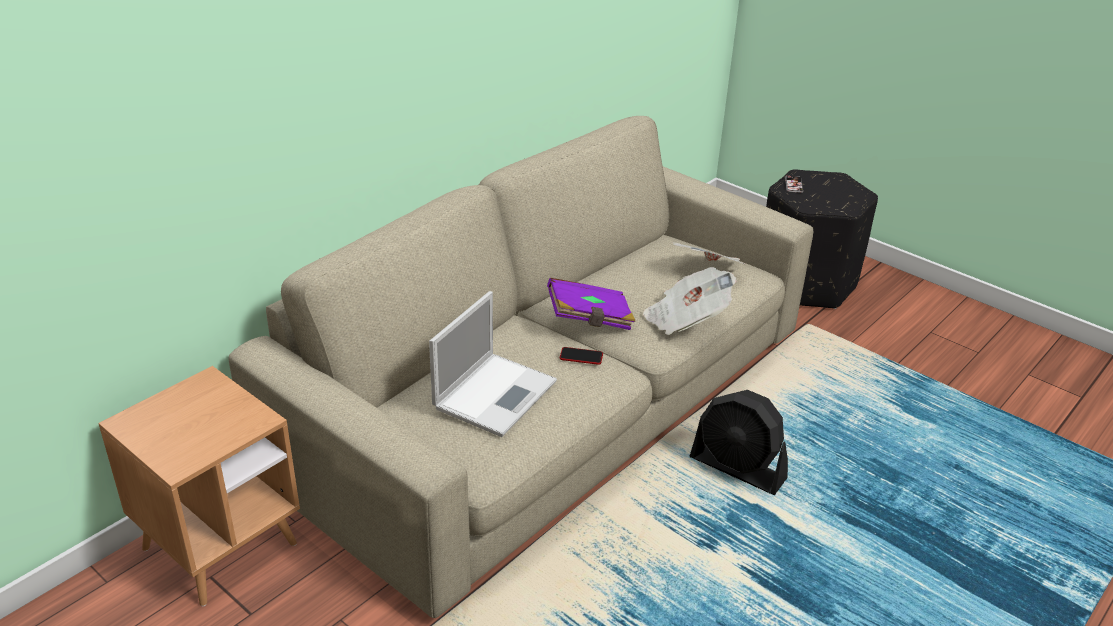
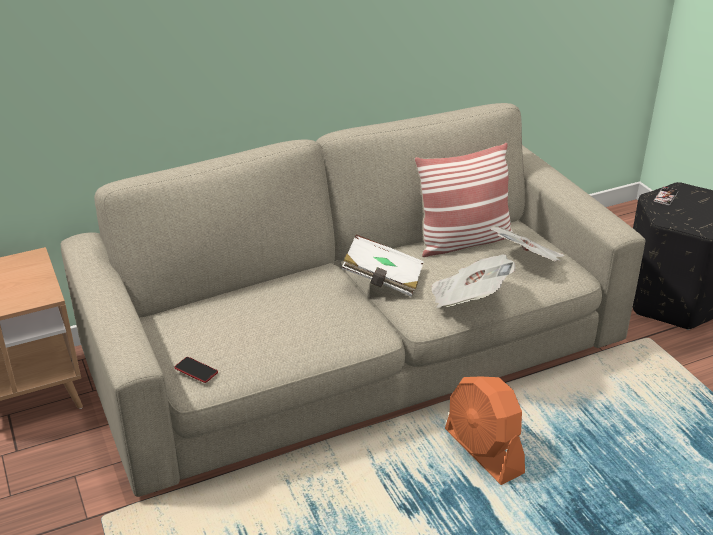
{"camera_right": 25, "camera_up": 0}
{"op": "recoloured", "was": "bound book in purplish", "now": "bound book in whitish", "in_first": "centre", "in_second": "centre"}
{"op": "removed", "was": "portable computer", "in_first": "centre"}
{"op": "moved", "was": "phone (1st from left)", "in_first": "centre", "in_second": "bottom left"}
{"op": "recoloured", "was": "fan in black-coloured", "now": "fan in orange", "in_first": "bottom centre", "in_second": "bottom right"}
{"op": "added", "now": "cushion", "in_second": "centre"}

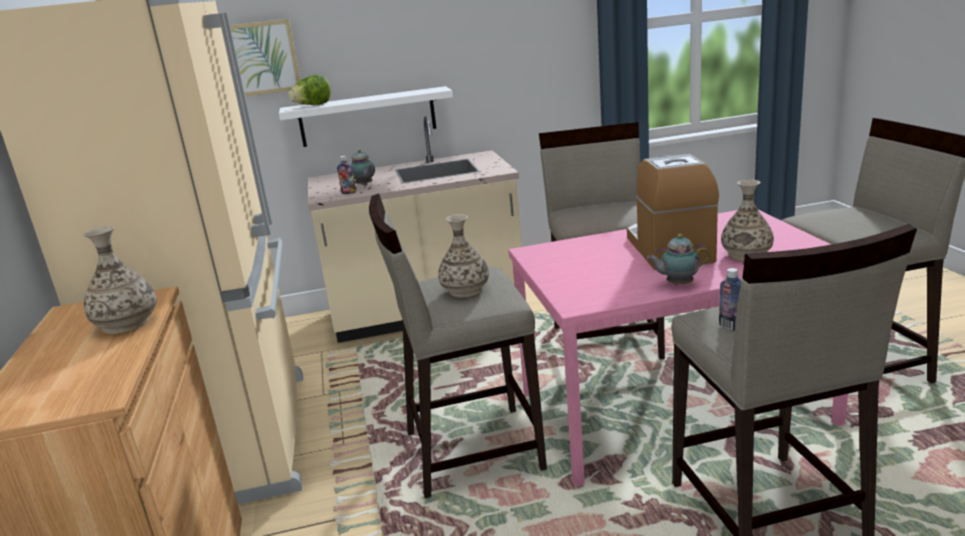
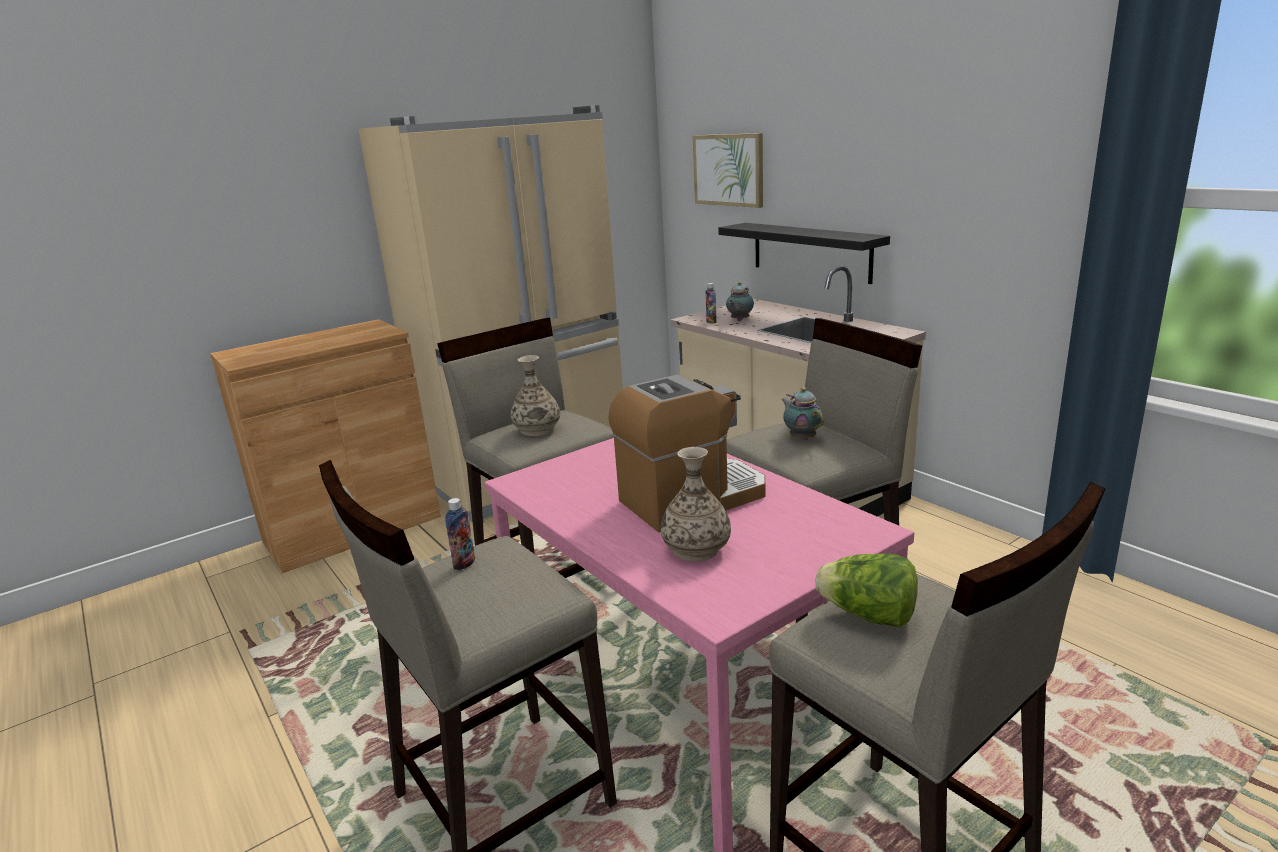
{"camera_right": 65, "camera_up": 0}
{"op": "moved", "was": "lettuce", "in_first": "top left", "in_second": "bottom right"}
{"op": "recoloured", "was": "bracket shelf in whitish", "now": "bracket shelf in black-coloured", "in_first": "top centre", "in_second": "top centre"}
{"op": "removed", "was": "flower vase (1st from left)", "in_first": "middle left"}
{"op": "moved", "was": "tea pot (2nd from left)", "in_first": "middle right", "in_second": "centre"}

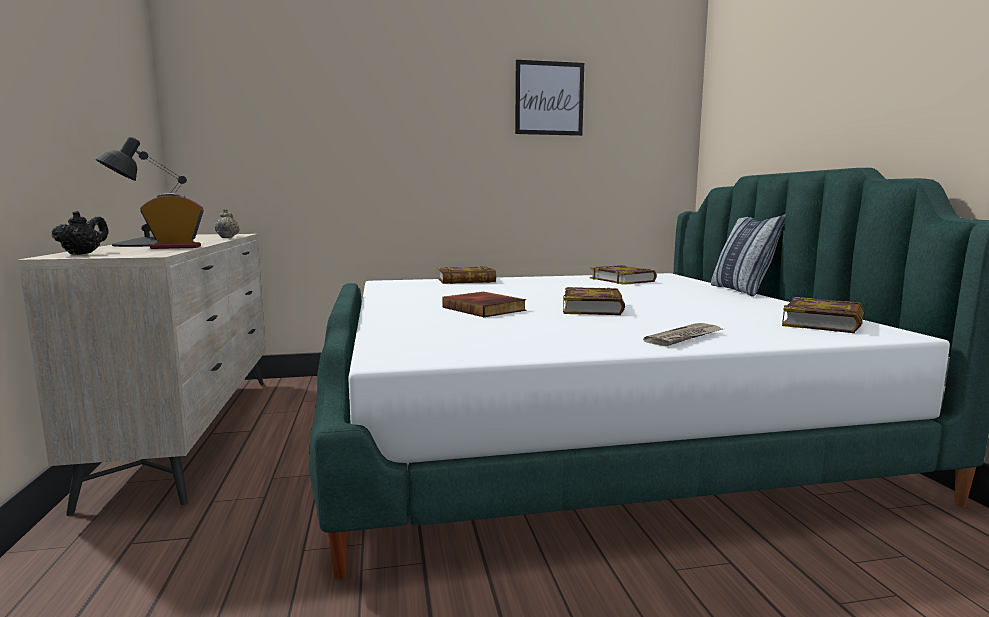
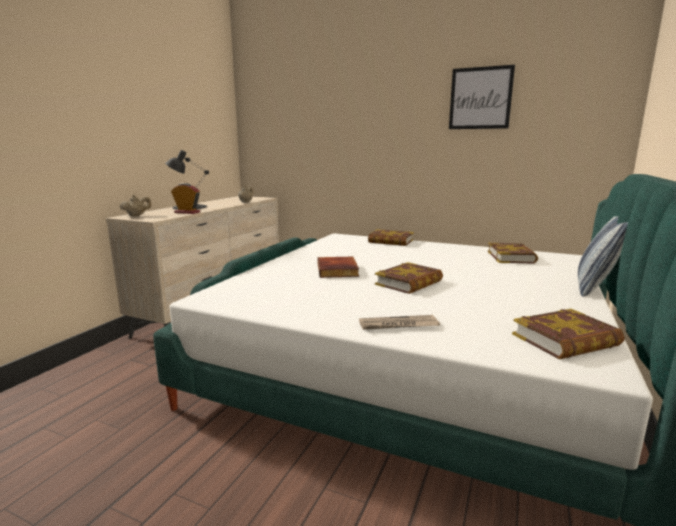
{"camera_right": 35, "camera_up": 5}
{"op": "recoloured", "was": "tea pot in black-coloured", "now": "tea pot in beige-coloured (1st from left)", "in_first": "middle left", "in_second": "middle left"}

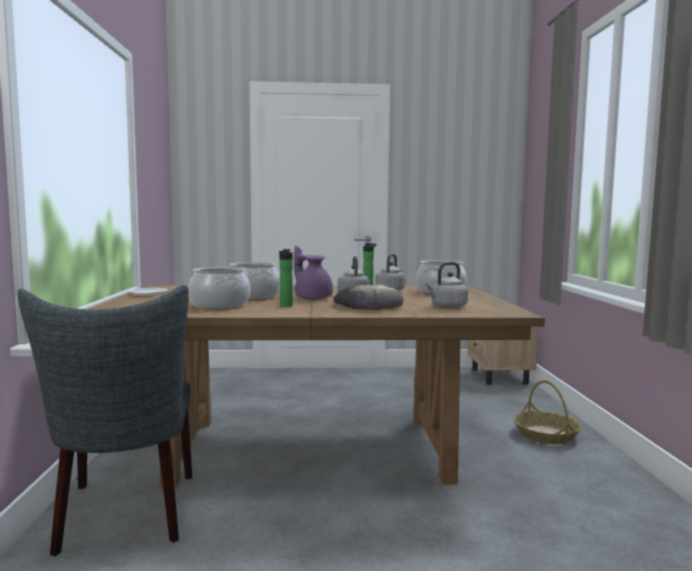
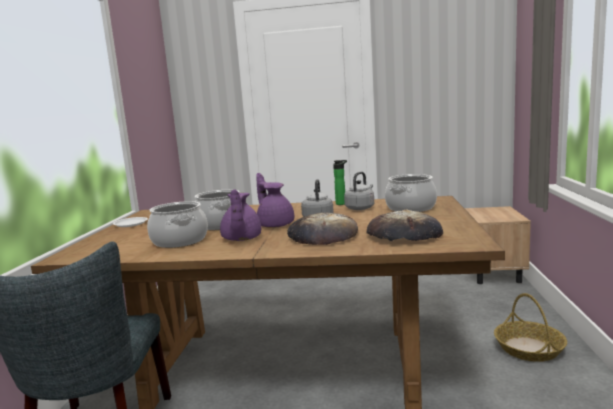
{"camera_right": 10, "camera_up": 5}
{"op": "replaced", "was": "drink bottle (1st from left)", "now": "tea pot in purplish (1st from left)", "in_first": "centre", "in_second": "centre"}
{"op": "replaced", "was": "tea kettle in gray (3rd from left)", "now": "bread (2nd from left)", "in_first": "centre", "in_second": "centre"}

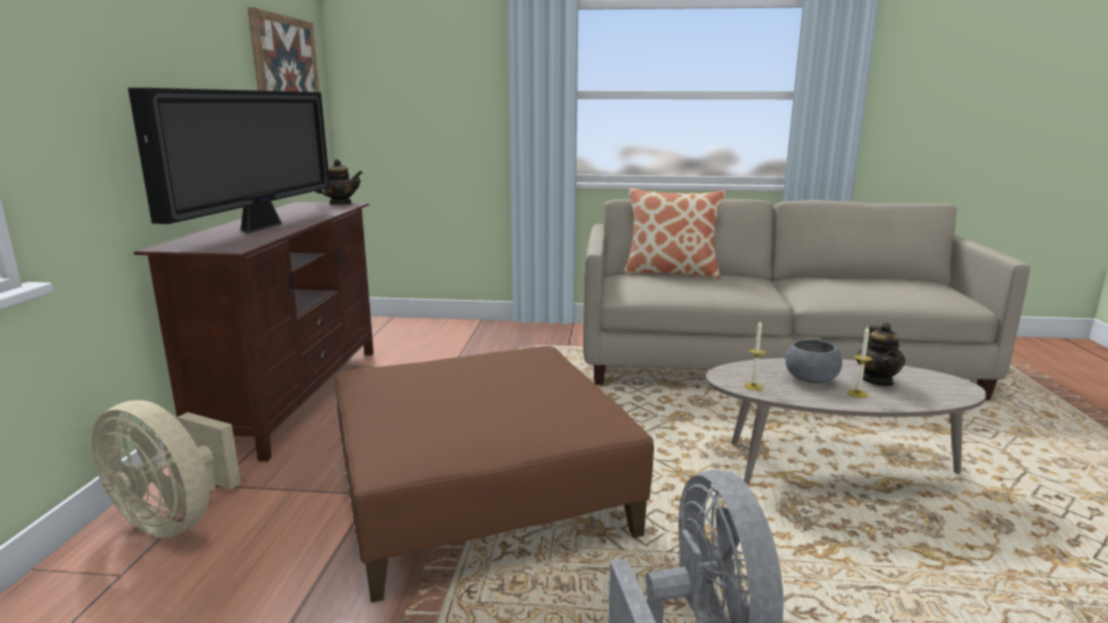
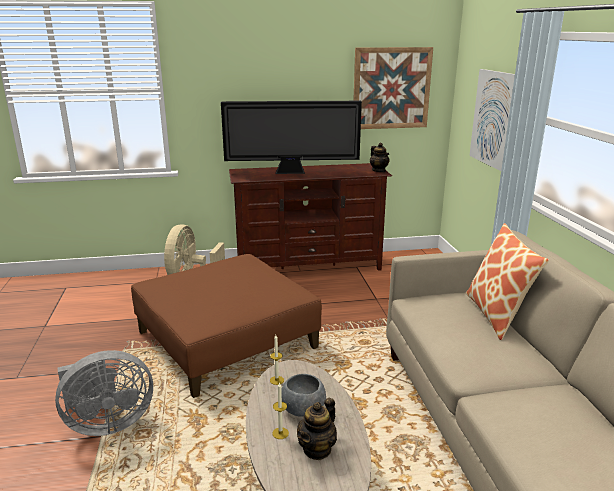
{"camera_right": 75, "camera_up": 5}
{"op": "turned", "was": "tea pot (2nd from left in the first image)", "in_first": "middle right", "in_second": "bottom centre", "clockwise": -45}
{"op": "added", "now": "picture (2nd from left)", "in_second": "top right"}

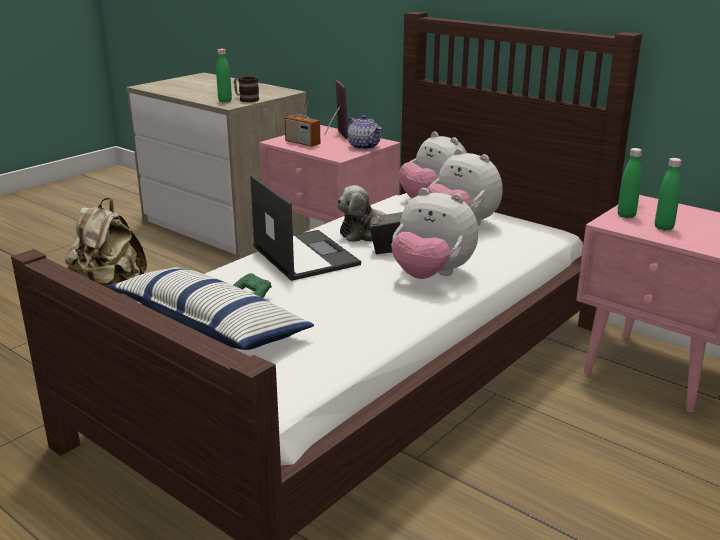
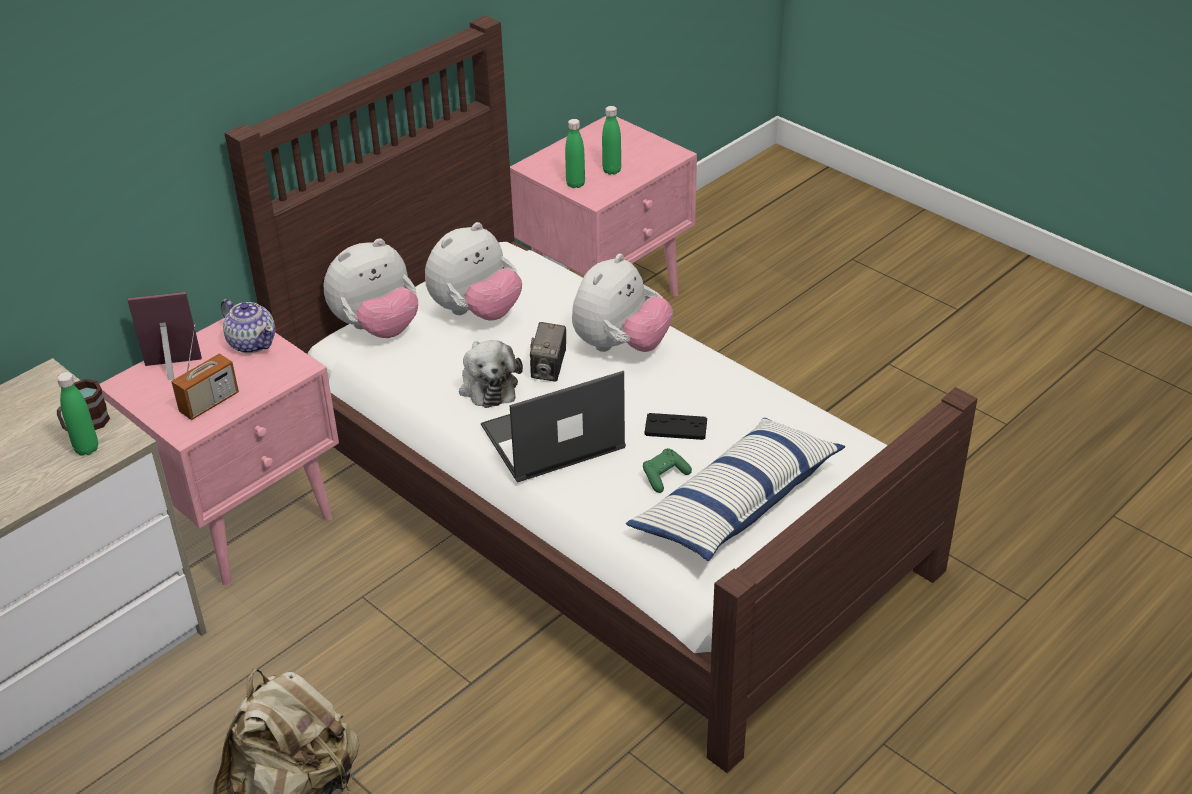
{"camera_right": -85, "camera_up": 15}
{"op": "turned", "was": "tea pot", "in_first": "top centre", "in_second": "middle left", "clockwise": 75}
{"op": "added", "now": "joypad in black-coloured", "in_second": "centre"}

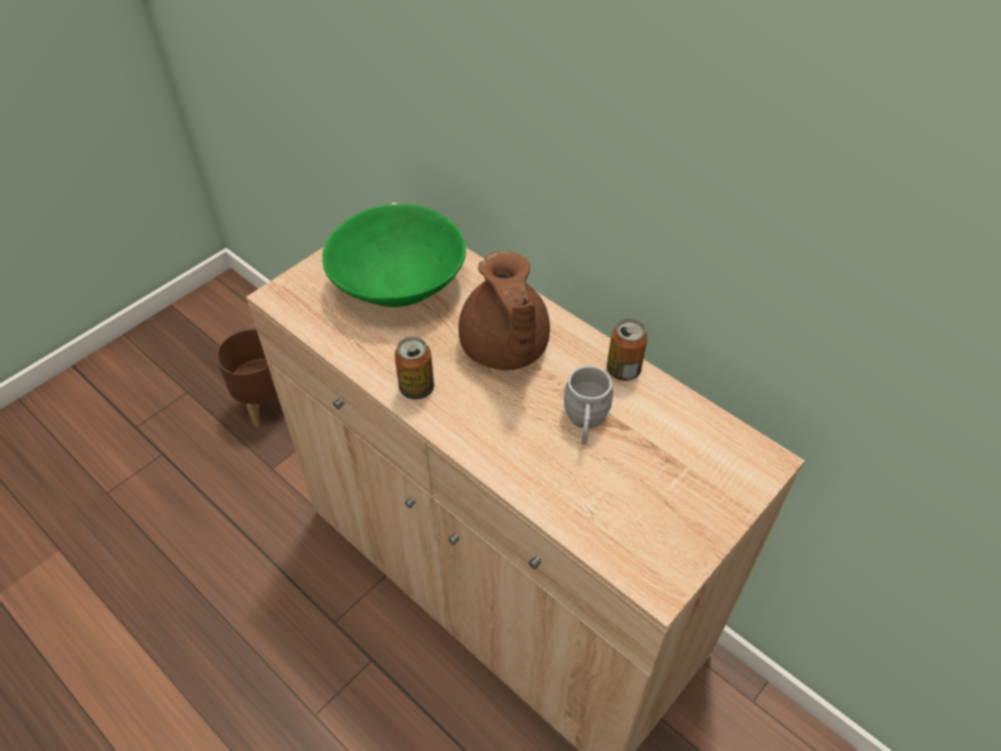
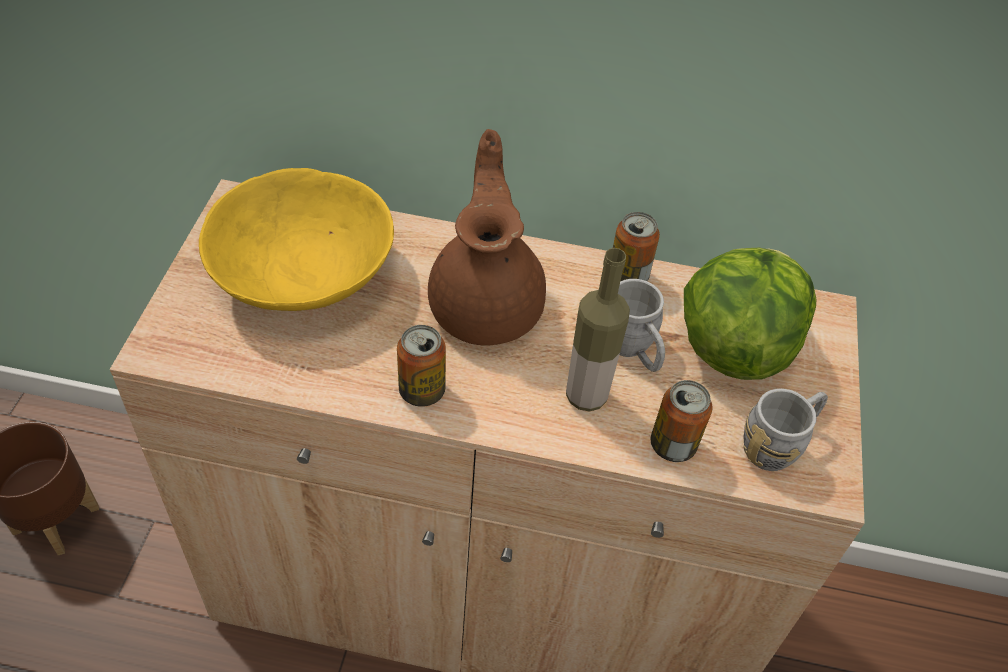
{"camera_right": -35, "camera_up": 0}
{"op": "recoloured", "was": "serving bowl in greenish", "now": "serving bowl in yellowish", "in_first": "centre", "in_second": "middle left"}
{"op": "turned", "was": "tea pot in brown-coloured", "in_first": "centre", "in_second": "centre", "clockwise": -135}
{"op": "added", "now": "lettuce", "in_second": "middle right"}
{"op": "added", "now": "drink bottle", "in_second": "centre"}
{"op": "added", "now": "can (3rd from left)", "in_second": "middle right"}
{"op": "added", "now": "tea mug in gray (2nd from left)", "in_second": "middle right"}

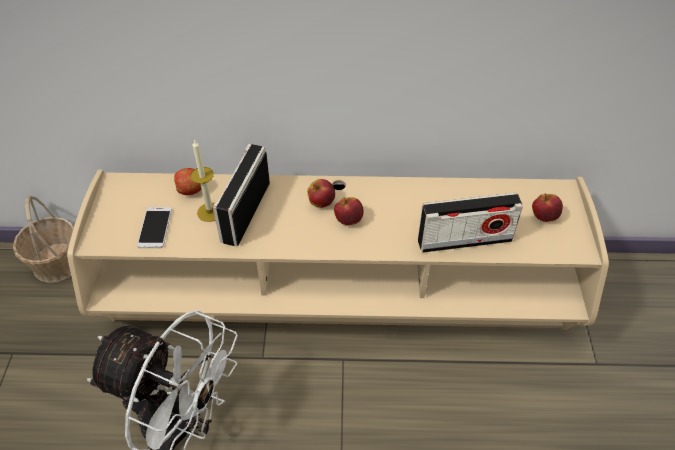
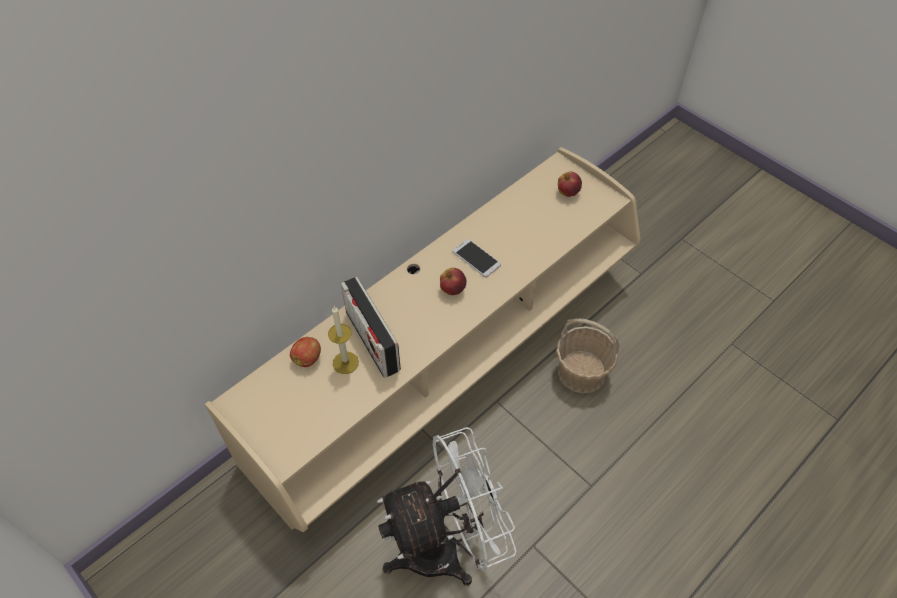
{"camera_right": -45, "camera_up": 5}
{"op": "removed", "was": "whole apple (2nd from left)", "in_first": "centre"}
{"op": "removed", "was": "radio (2nd from left)", "in_first": "middle right"}
{"op": "moved", "was": "basket", "in_first": "middle left", "in_second": "centre"}
{"op": "moved", "was": "phone", "in_first": "middle left", "in_second": "centre"}

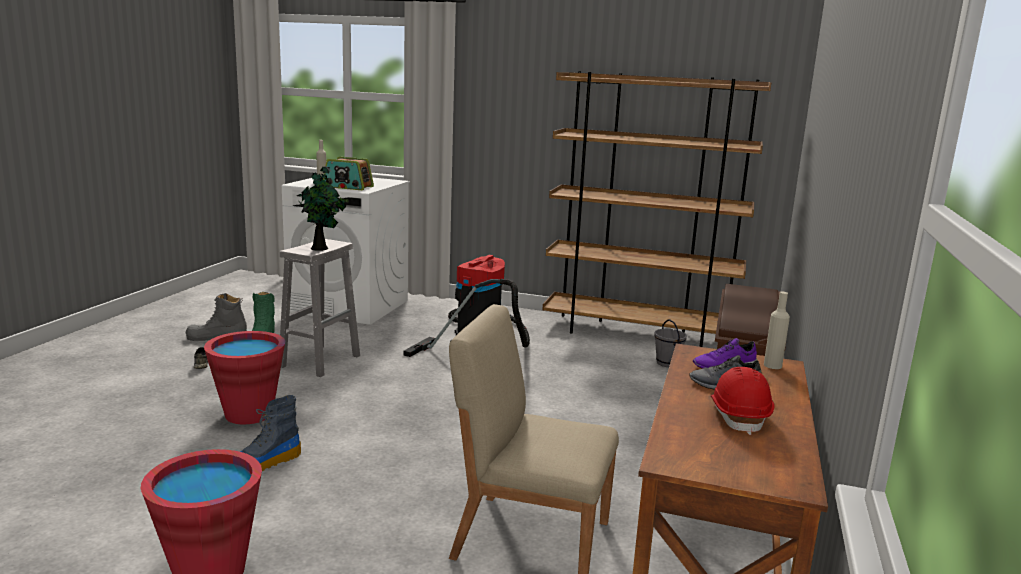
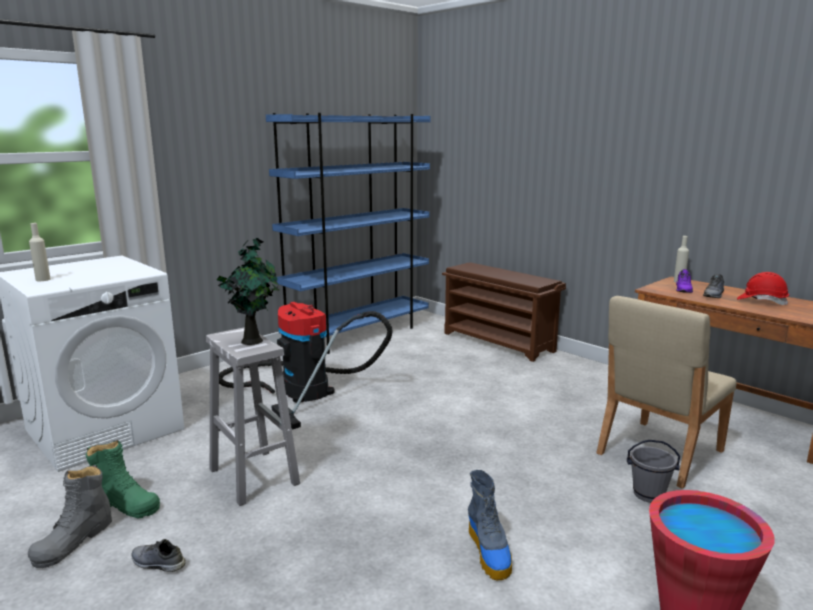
{"camera_right": -60, "camera_up": 0}
{"op": "recoloured", "was": "bookcase in brown-coloured", "now": "bookcase in bluish", "in_first": "centre", "in_second": "centre"}
{"op": "removed", "was": "radio", "in_first": "top centre"}
{"op": "moved", "was": "pail in gray", "in_first": "centre", "in_second": "bottom right"}
{"op": "removed", "was": "pail in reddish (2nd from left)", "in_first": "middle left"}

